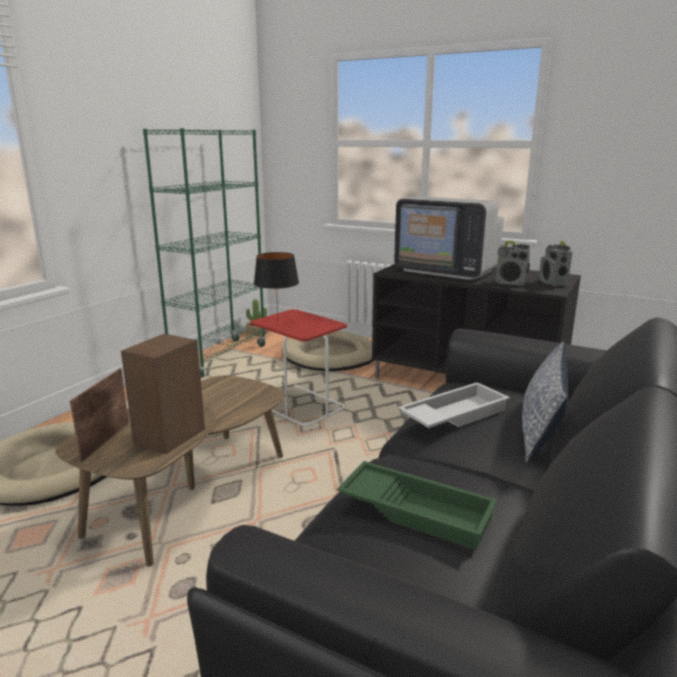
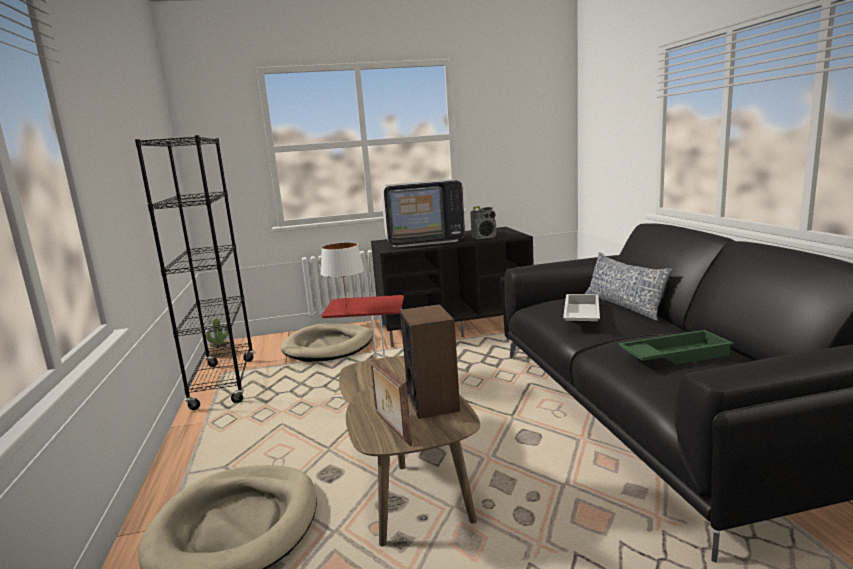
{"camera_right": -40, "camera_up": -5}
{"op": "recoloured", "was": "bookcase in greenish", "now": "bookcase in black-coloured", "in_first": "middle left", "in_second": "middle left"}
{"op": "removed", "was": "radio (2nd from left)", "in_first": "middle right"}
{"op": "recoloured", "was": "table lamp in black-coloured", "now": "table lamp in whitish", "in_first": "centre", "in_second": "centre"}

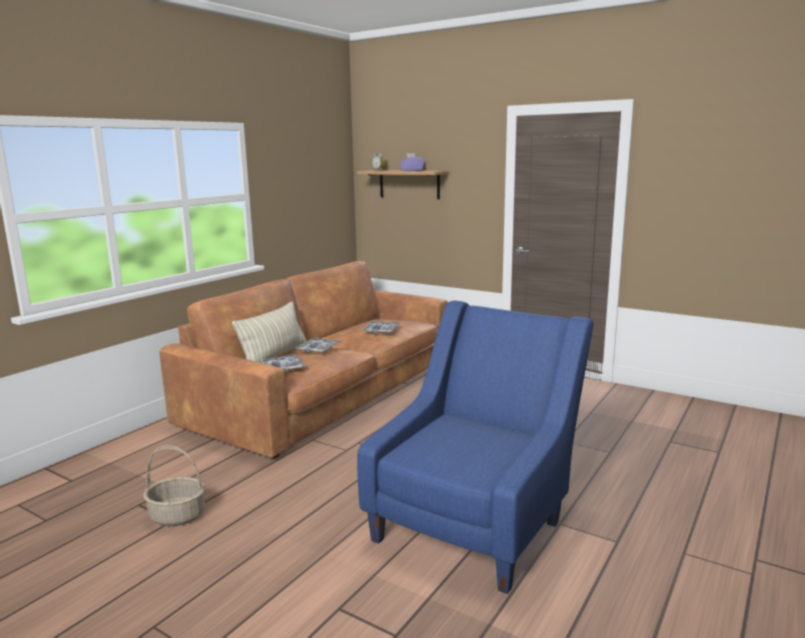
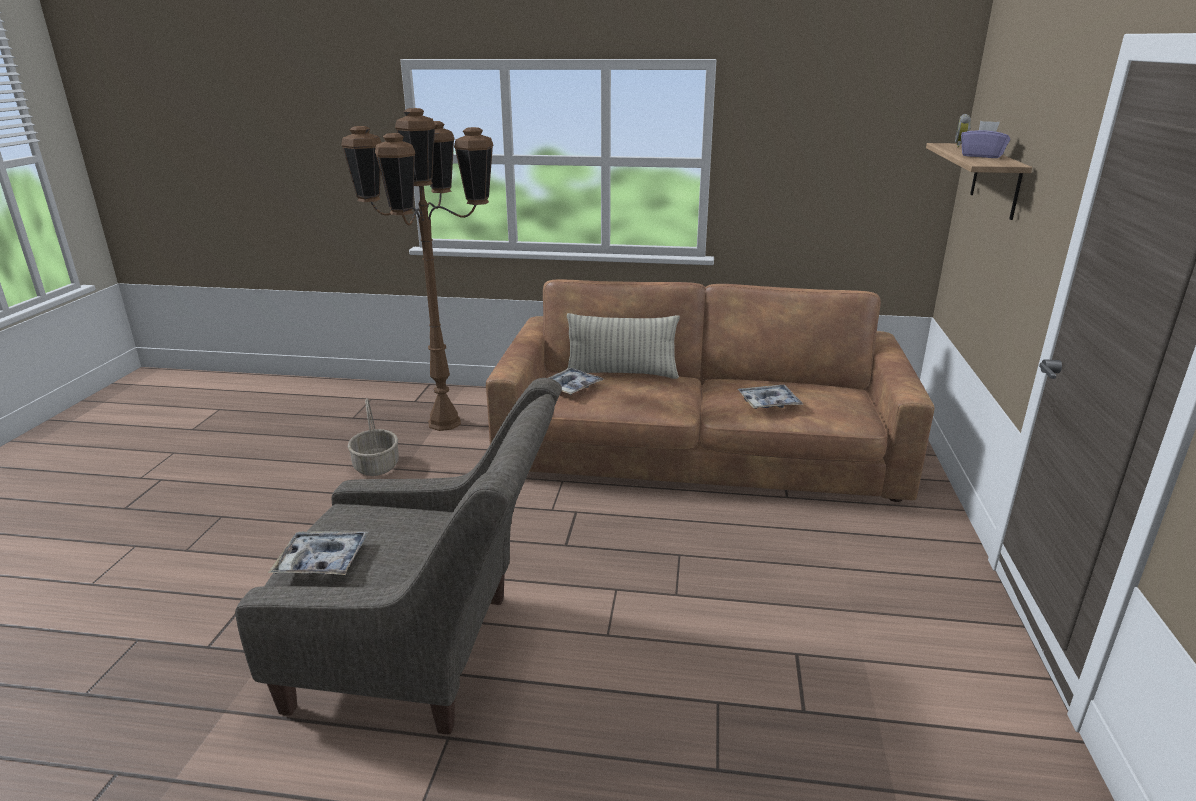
{"camera_right": 65, "camera_up": 10}
{"op": "recoloured", "was": "lounge chair in bluish", "now": "lounge chair in gray", "in_first": "bottom centre", "in_second": "bottom left"}
{"op": "moved", "was": "serving tray (2nd from left in the first image)", "now": "serving tray (1st from left)", "in_first": "centre", "in_second": "bottom left"}
{"op": "added", "now": "floor lamp in brown-coloured", "in_second": "centre"}

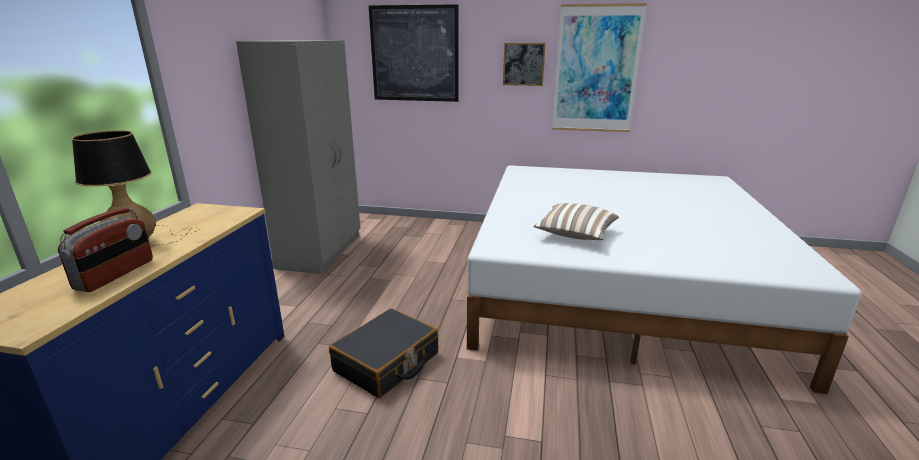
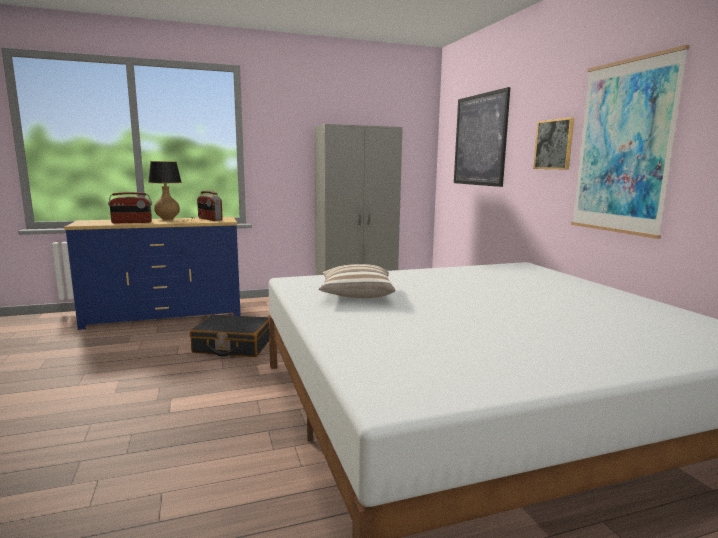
{"camera_right": 60, "camera_up": -10}
{"op": "added", "now": "radio (2nd from left)", "in_second": "middle left"}

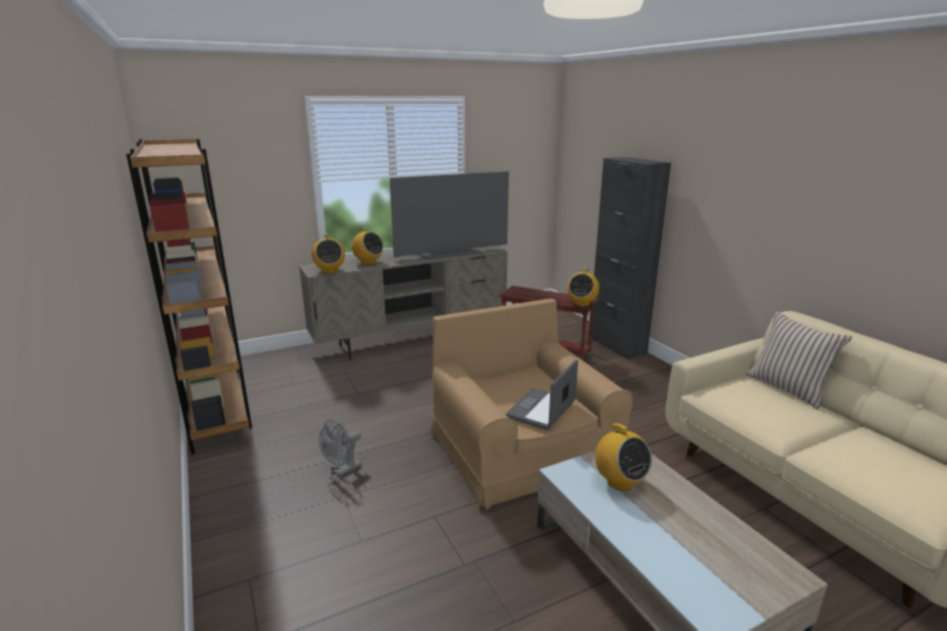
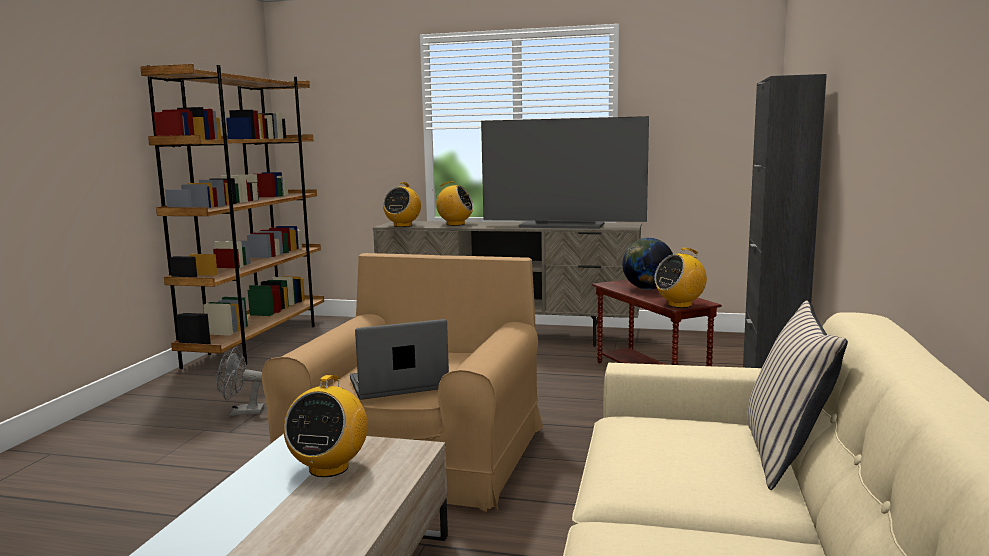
{"camera_right": 40, "camera_up": -10}
{"op": "turned", "was": "radio (2nd from left in the first image)", "in_first": "centre", "in_second": "centre", "clockwise": -60}
{"op": "added", "now": "desk globe", "in_second": "centre"}

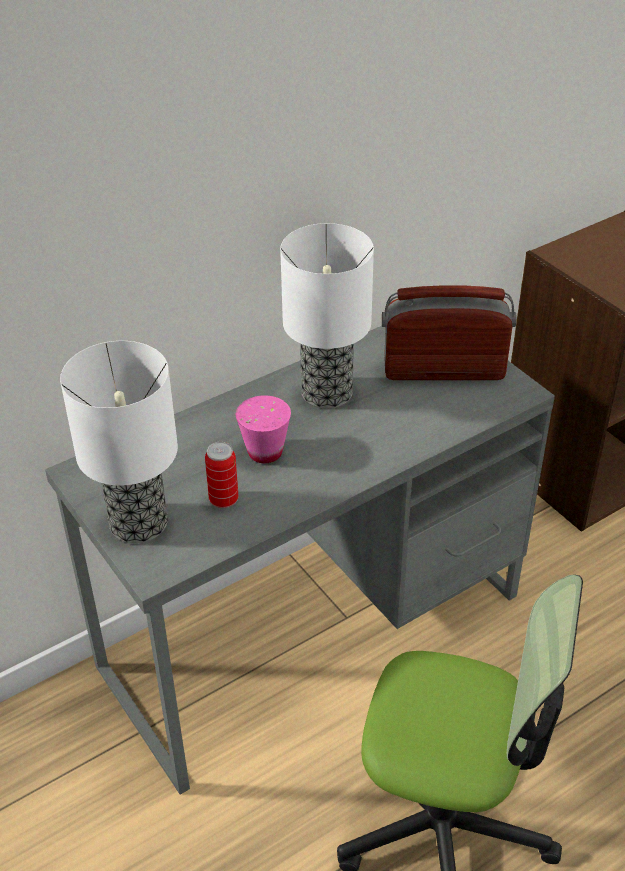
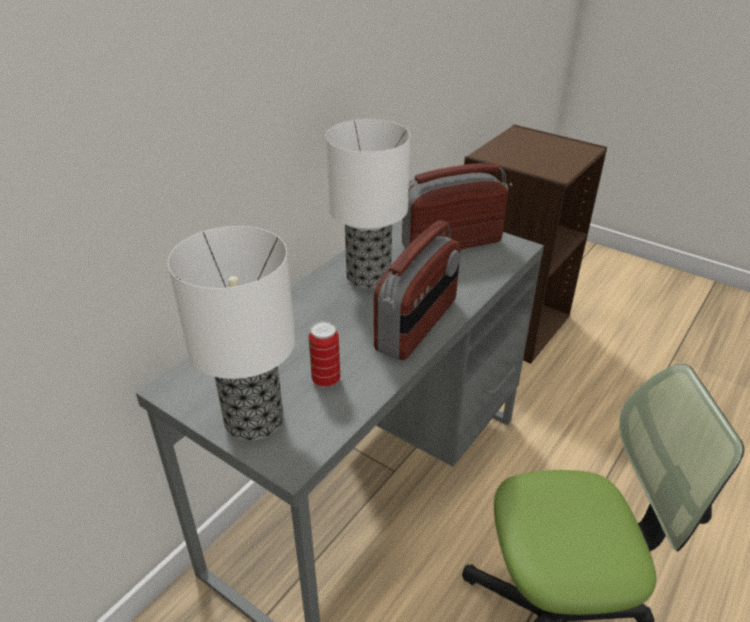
{"camera_right": -20, "camera_up": -5}
{"op": "removed", "was": "cup in pink-coloured", "in_first": "centre"}
{"op": "added", "now": "radio (1st from left)", "in_second": "centre"}

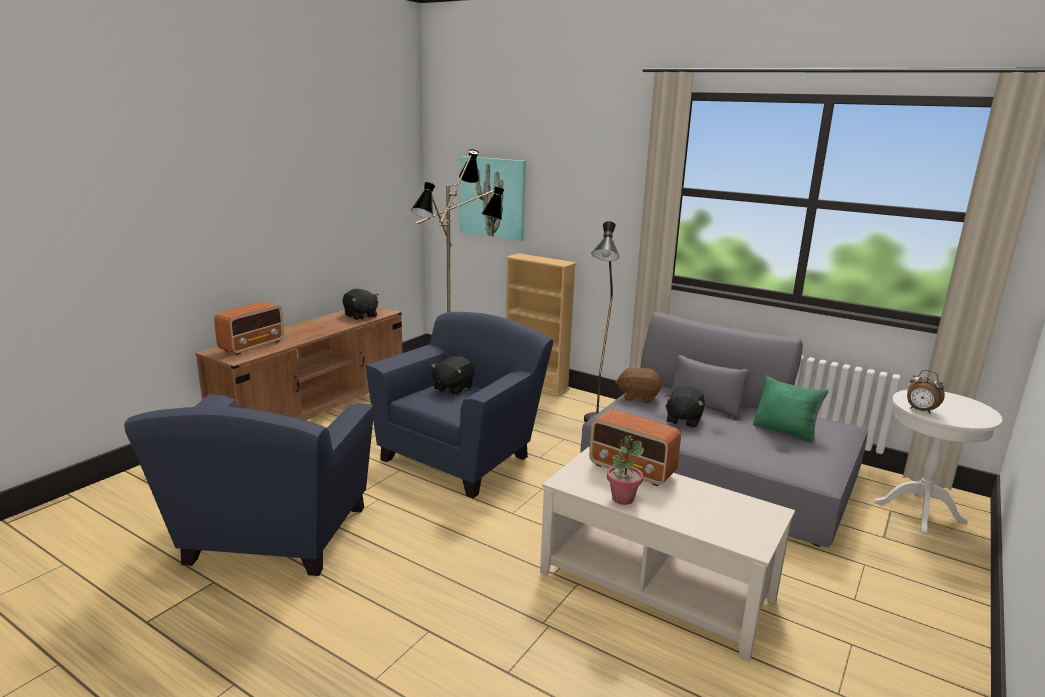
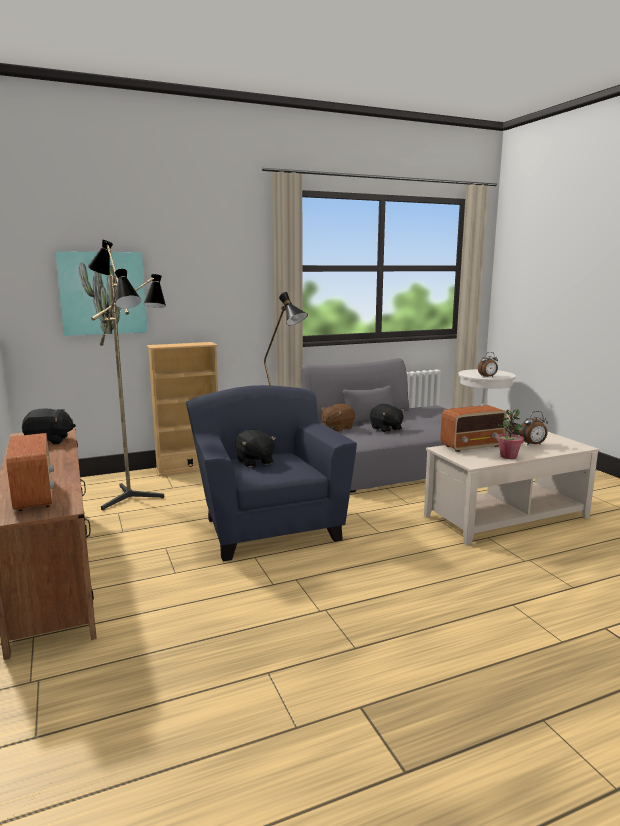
{"camera_right": -55, "camera_up": -5}
{"op": "removed", "was": "cushion in greenish", "in_first": "middle right"}
{"op": "removed", "was": "lounge chair in bluish (1st from left)", "in_first": "bottom left"}
{"op": "added", "now": "bedside clock (2nd from left)", "in_second": "middle right"}

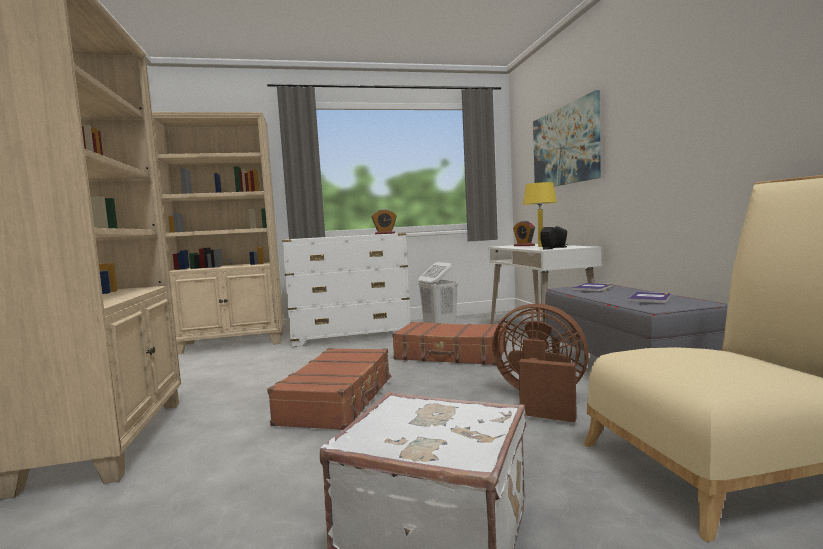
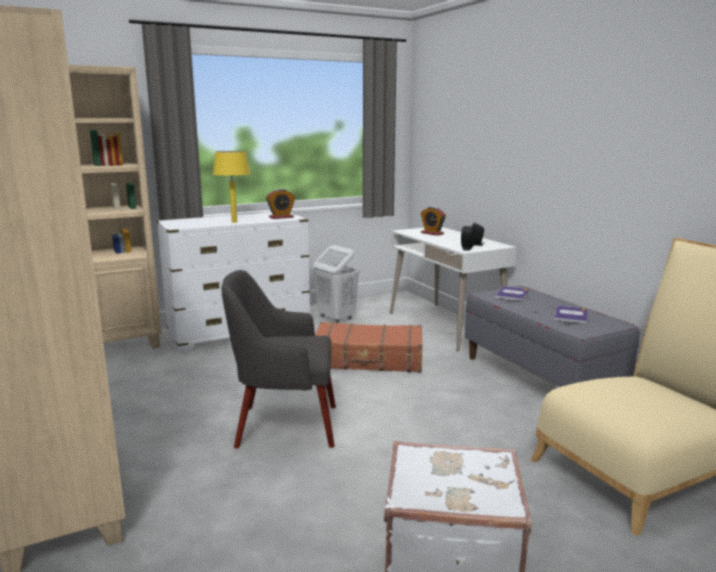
{"camera_right": -15, "camera_up": 10}
{"op": "removed", "was": "picture", "in_first": "top right"}
{"op": "moved", "was": "table lamp in yellowish", "in_first": "centre", "in_second": "top left"}
{"op": "removed", "was": "fan in brown-coloured", "in_first": "centre"}
{"op": "replaced", "was": "suitcase in brown-coloured (1st from left)", "now": "lounge chair in gray", "in_first": "bottom centre", "in_second": "centre"}

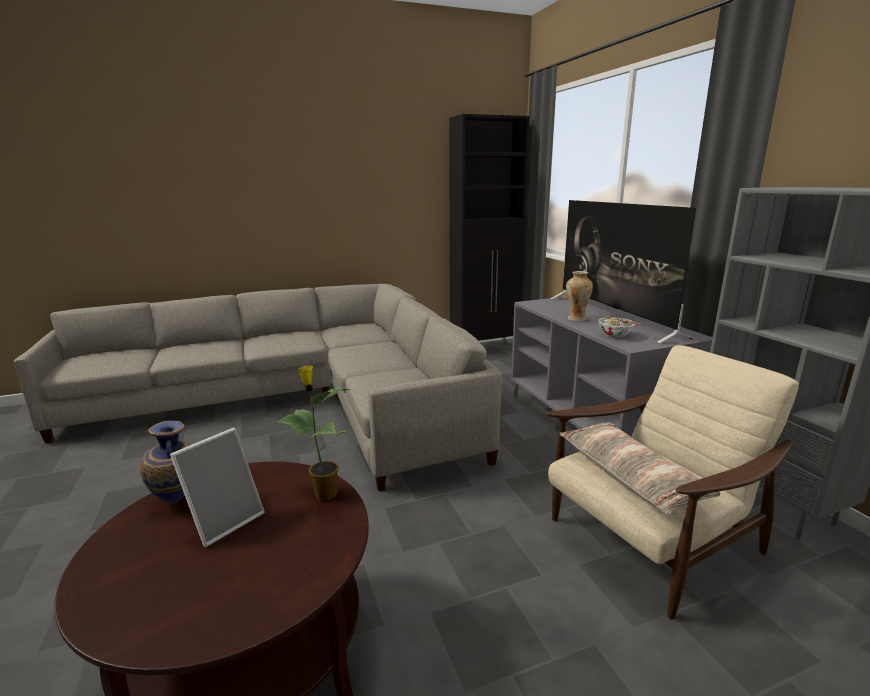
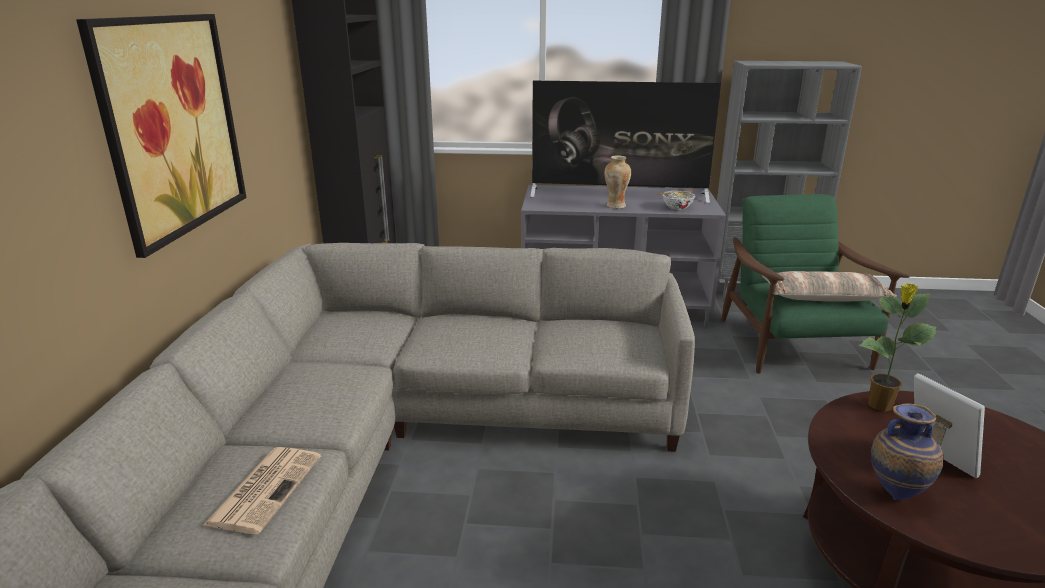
{"camera_right": -65, "camera_up": 5}
{"op": "recoloured", "was": "lounge chair in beige-coloured", "now": "lounge chair in greenish", "in_first": "bottom right", "in_second": "middle right"}
{"op": "added", "now": "picture", "in_second": "top left"}
{"op": "added", "now": "daily paper", "in_second": "bottom left"}

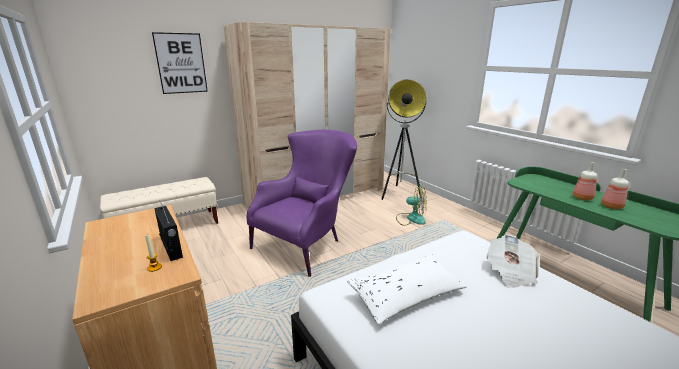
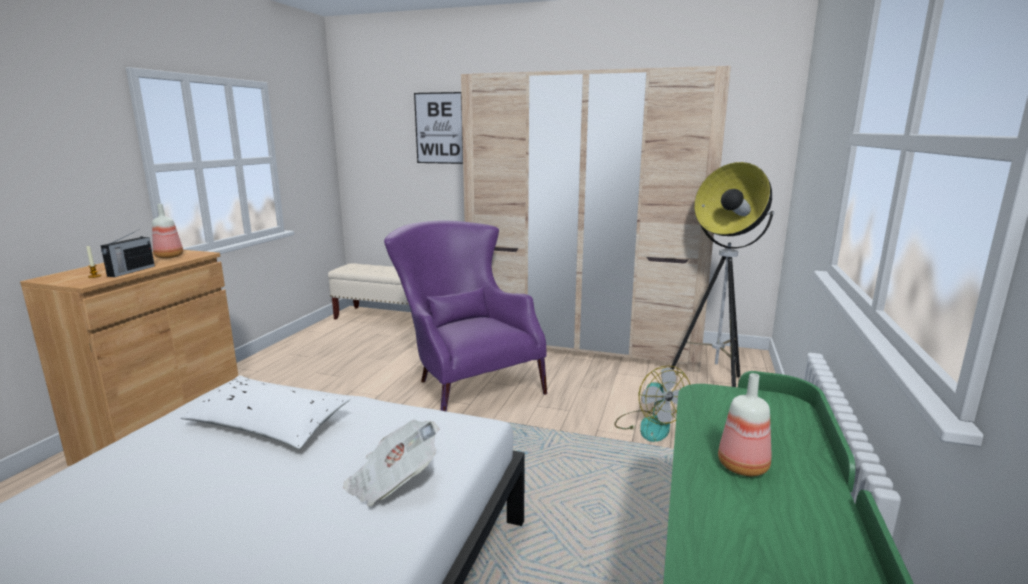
{"camera_right": 50, "camera_up": -5}
{"op": "turned", "was": "lounge chair in purplish", "in_first": "centre", "in_second": "centre", "clockwise": -120}
{"op": "moved", "was": "drink bottle (2nd from left in the first image)", "now": "drink bottle (1st from left)", "in_first": "middle right", "in_second": "middle left"}

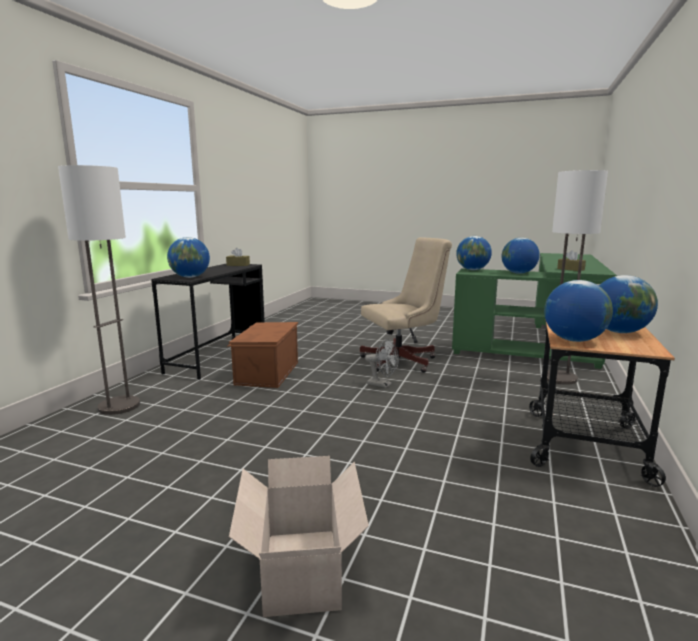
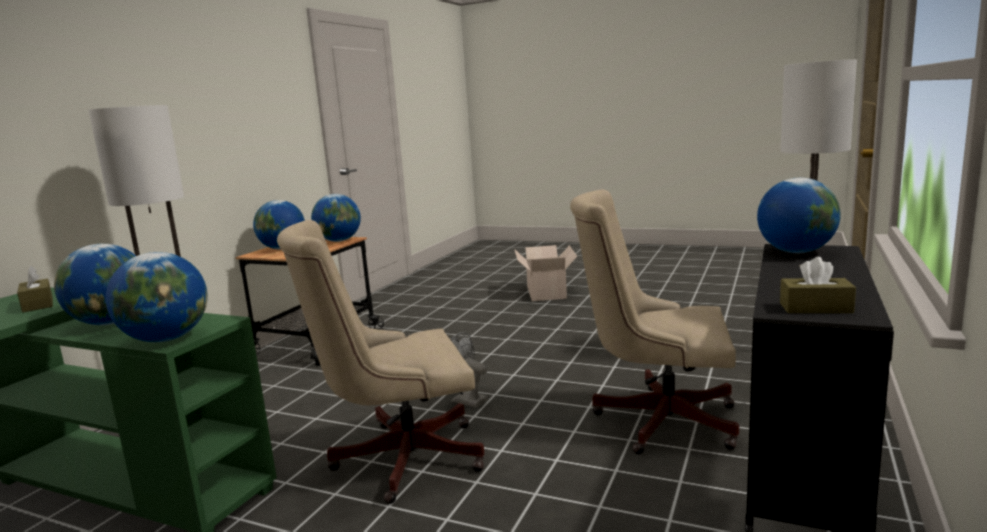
{"camera_right": -175, "camera_up": 0}
{"op": "replaced", "was": "storage bin in brown-coloured", "now": "desk chair in beige-coloured (2nd from left)", "in_first": "centre", "in_second": "centre"}

